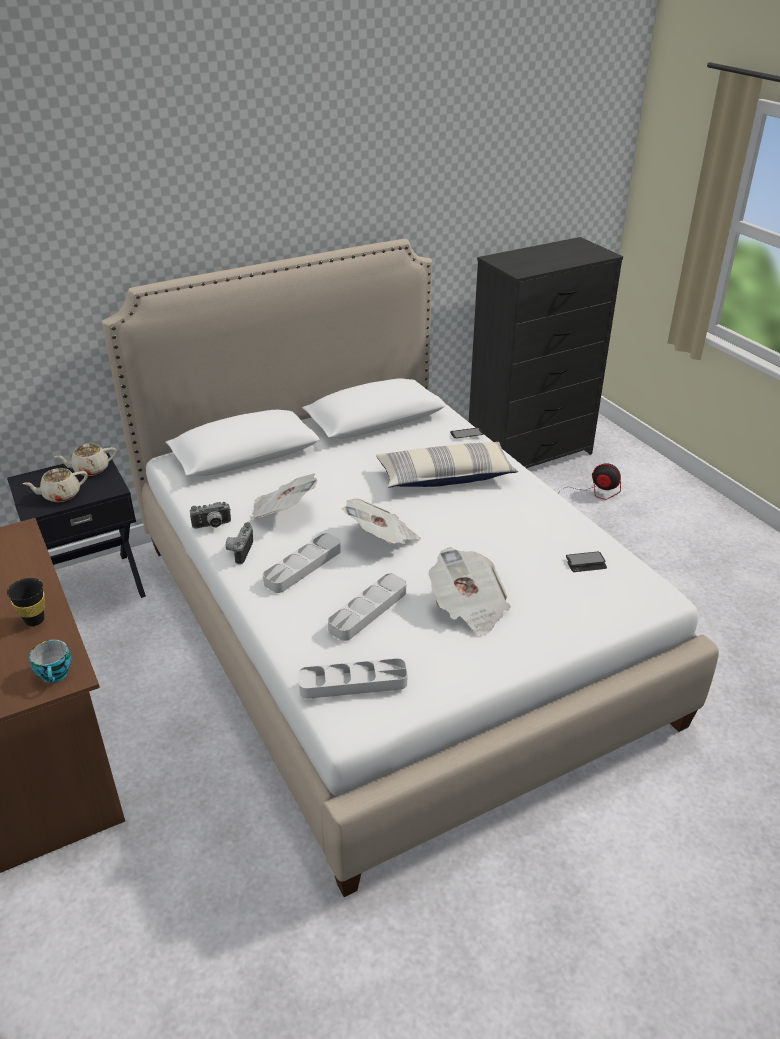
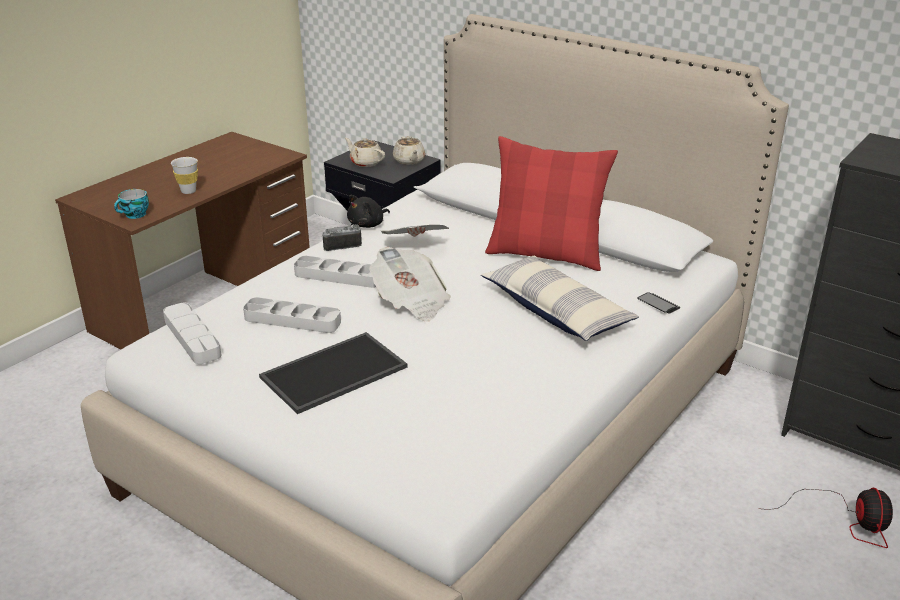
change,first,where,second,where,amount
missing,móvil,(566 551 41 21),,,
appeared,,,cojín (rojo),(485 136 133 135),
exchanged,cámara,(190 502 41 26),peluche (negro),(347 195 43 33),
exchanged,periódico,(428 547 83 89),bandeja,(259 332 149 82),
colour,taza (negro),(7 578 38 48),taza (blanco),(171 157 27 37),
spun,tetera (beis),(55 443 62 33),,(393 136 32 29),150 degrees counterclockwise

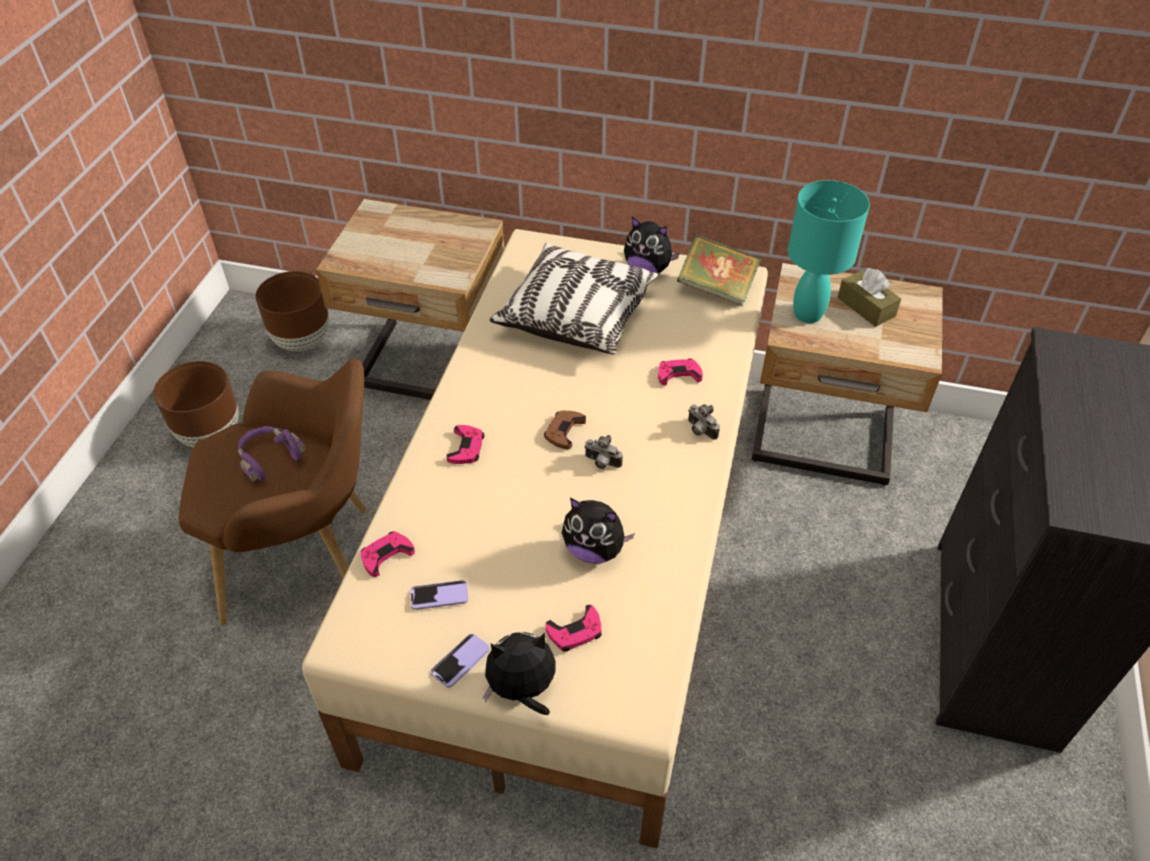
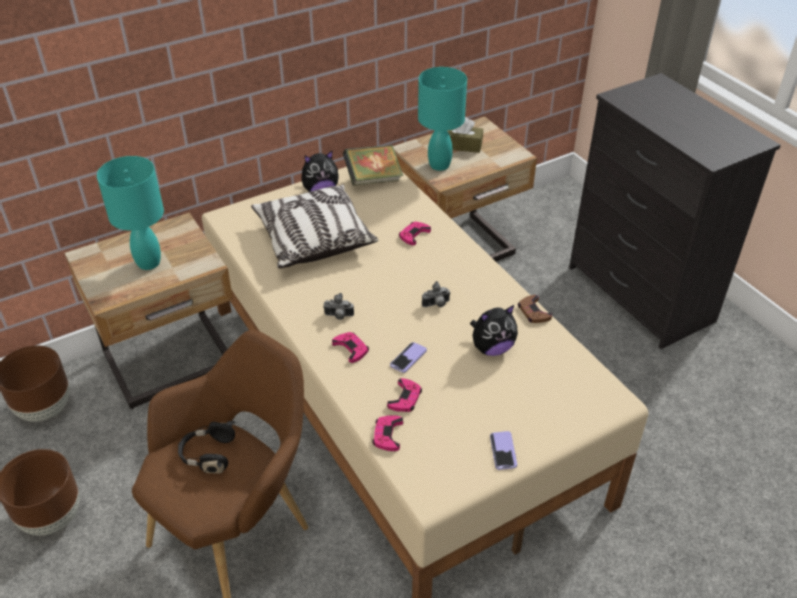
change,first,where,second,where,amount
missing,peluche,(483 632 73 83),,,
appeared,,,lámpara de mesa (turquesa),(97 156 67 114),
relocated,móvil,(410 580 58 30),,(390 342 37 31),
relocated,mando de consola (marrón),(544 410 42 39),,(518 295 34 28),
relocated,mando de consola (rosa),(546 605 56 47),,(387 378 35 34),
relocated,cámara,(688 404 32 36),,(323 293 31 27),
colour,auriculares (morado),(238 426 67 56),auriculares (negro),(178 421 57 53),

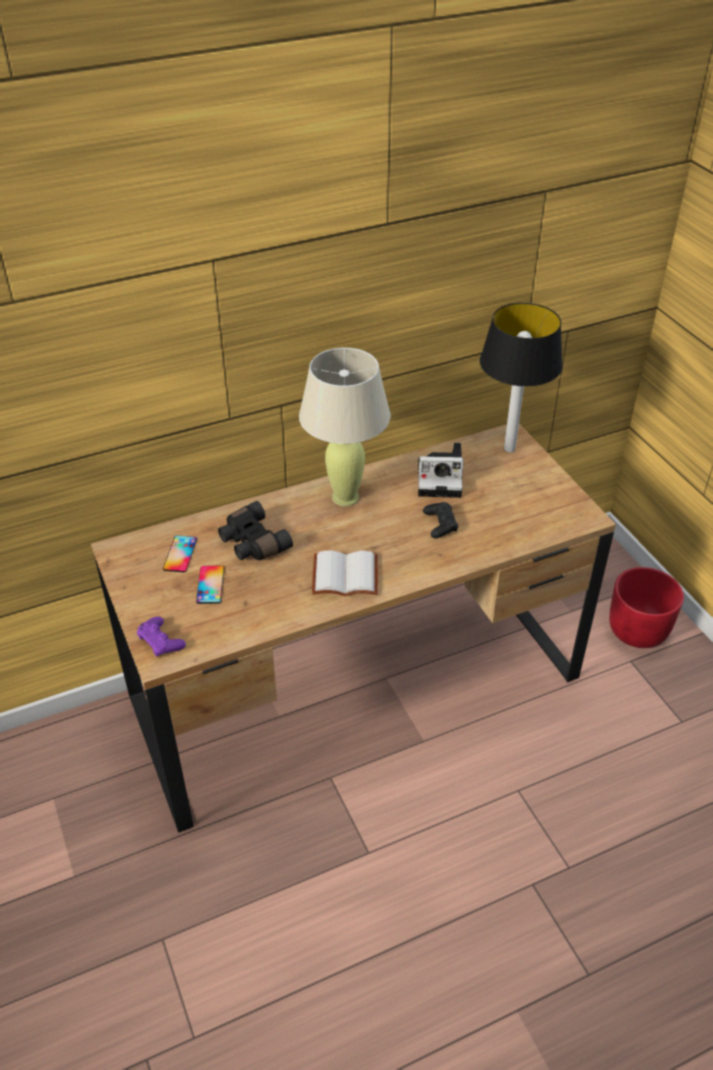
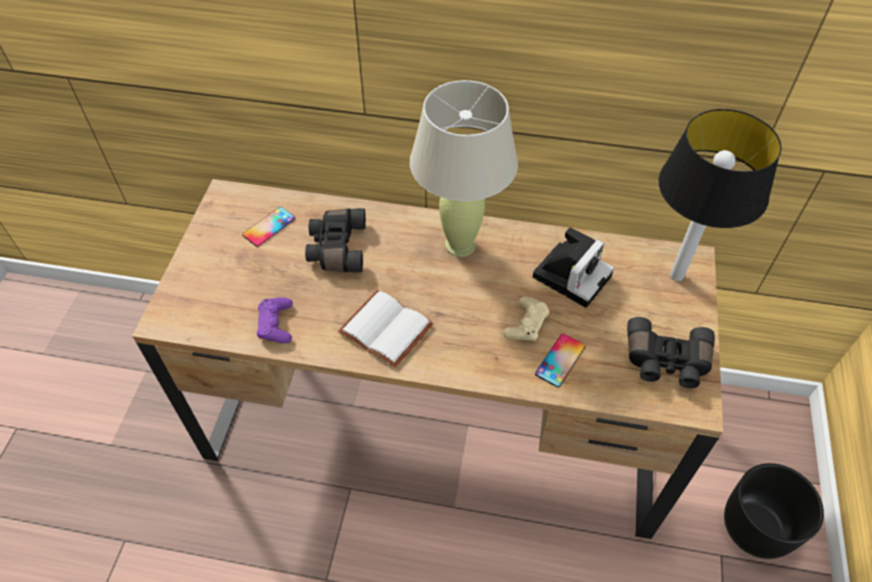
change,first,where,second,where,amount
appeared,,,prismáticos (negro),(627 317 88 71),
relocated,mando de consola (morado),(137 616 49 41),,(256 297 37 46),
relocated,móvil,(196 565 29 39),,(535 334 51 54),
colour,mando de consola (negro),(423 502 35 36),mando de consola (beis),(503 297 46 45),
colour,maceta (rojo),(609 567 75 81),maceta (negro),(724 463 100 96),
spun,cámara,(418 443 46 55),,(533 227 81 81),90 degrees counterclockwise

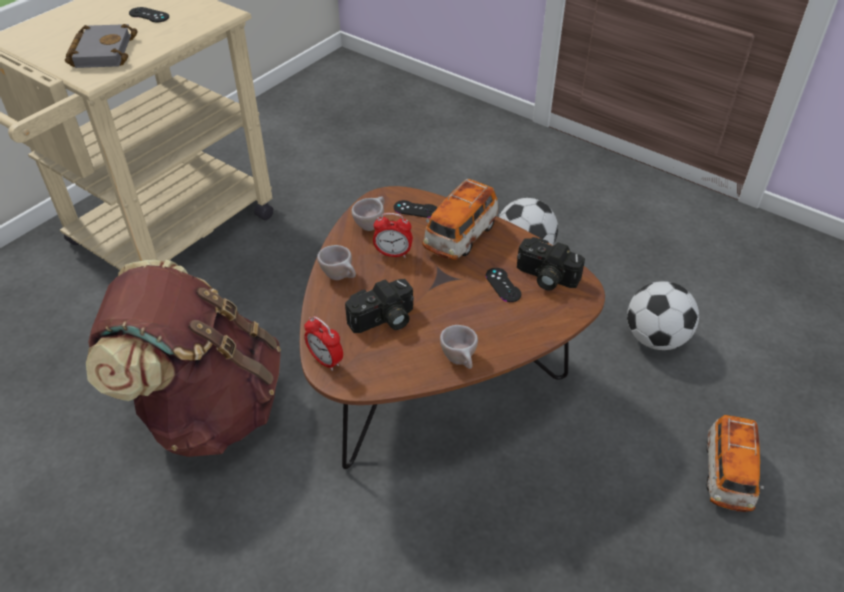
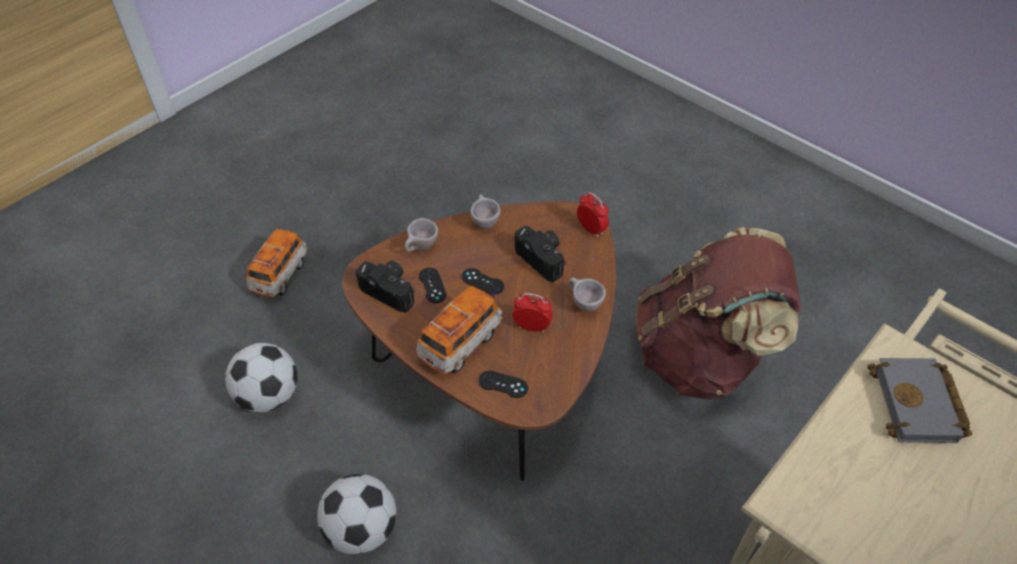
change,first,where,second,where,amount
relocated,mando de consola (negro),(129 7 40 15),,(462 268 42 27),
relocated,taza (beis),(351 196 34 35),,(404 218 34 34),
spun,cámara,(345 279 69 54),,(514 226 52 56),75 degrees clockwise

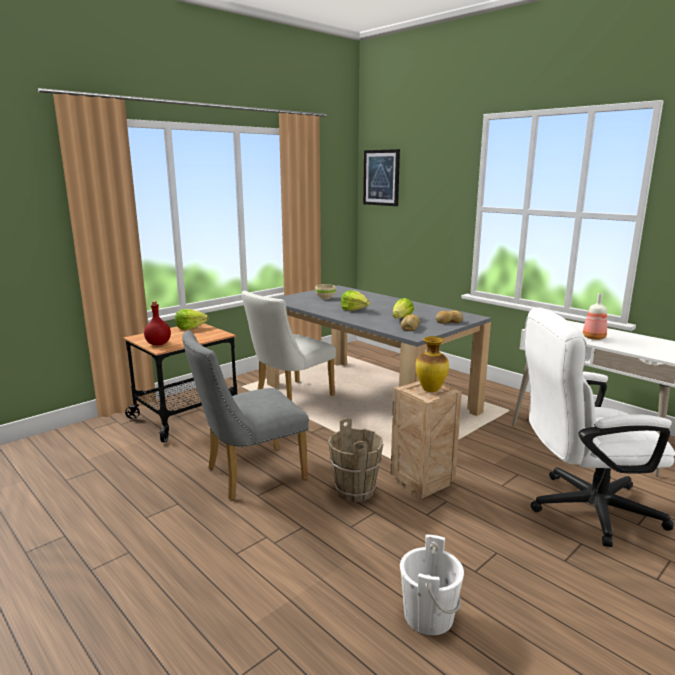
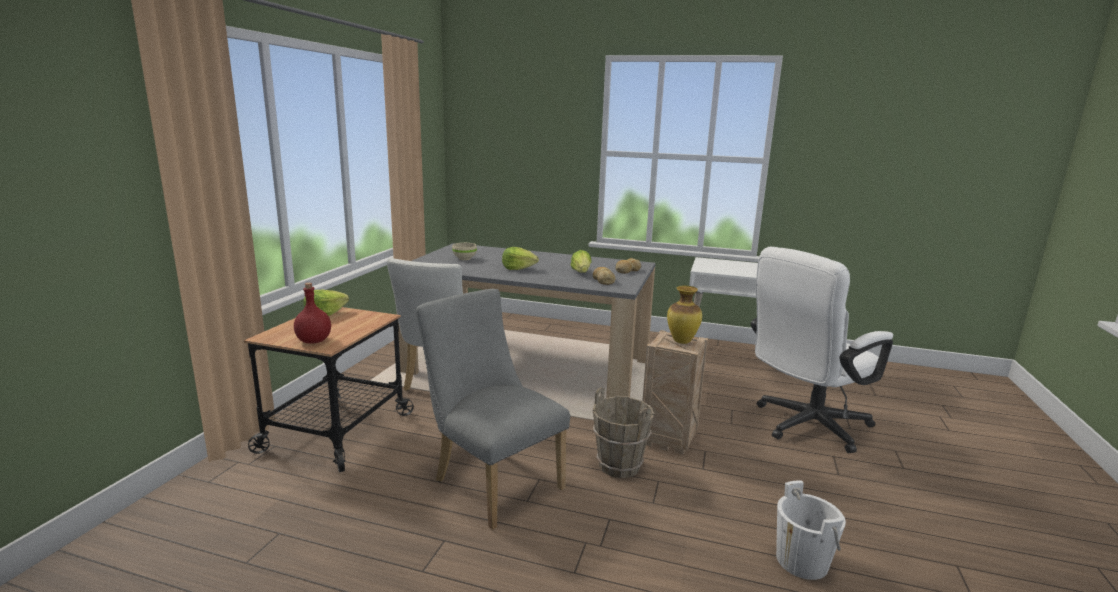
change,first,where,second,where,amount
missing,cuadro,(363 149 37 57),,,
missing,botella,(583 293 24 47),,,
spun,silla (gris),(182 330 127 170),,(416 289 154 241),105 degrees clockwise

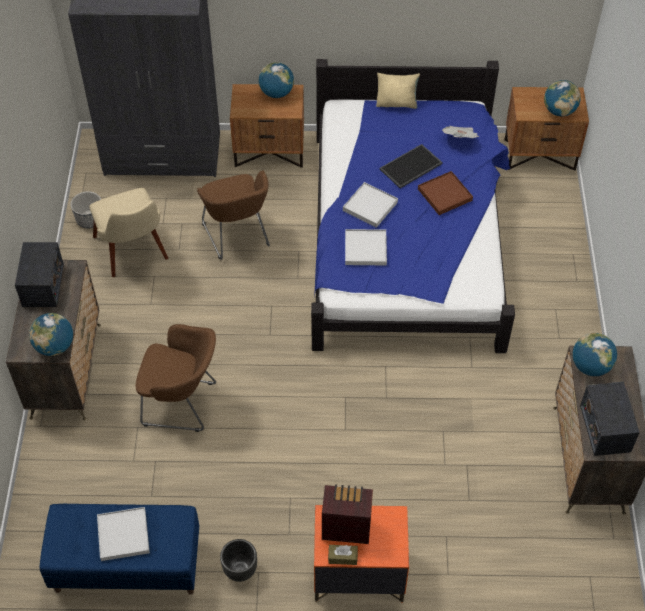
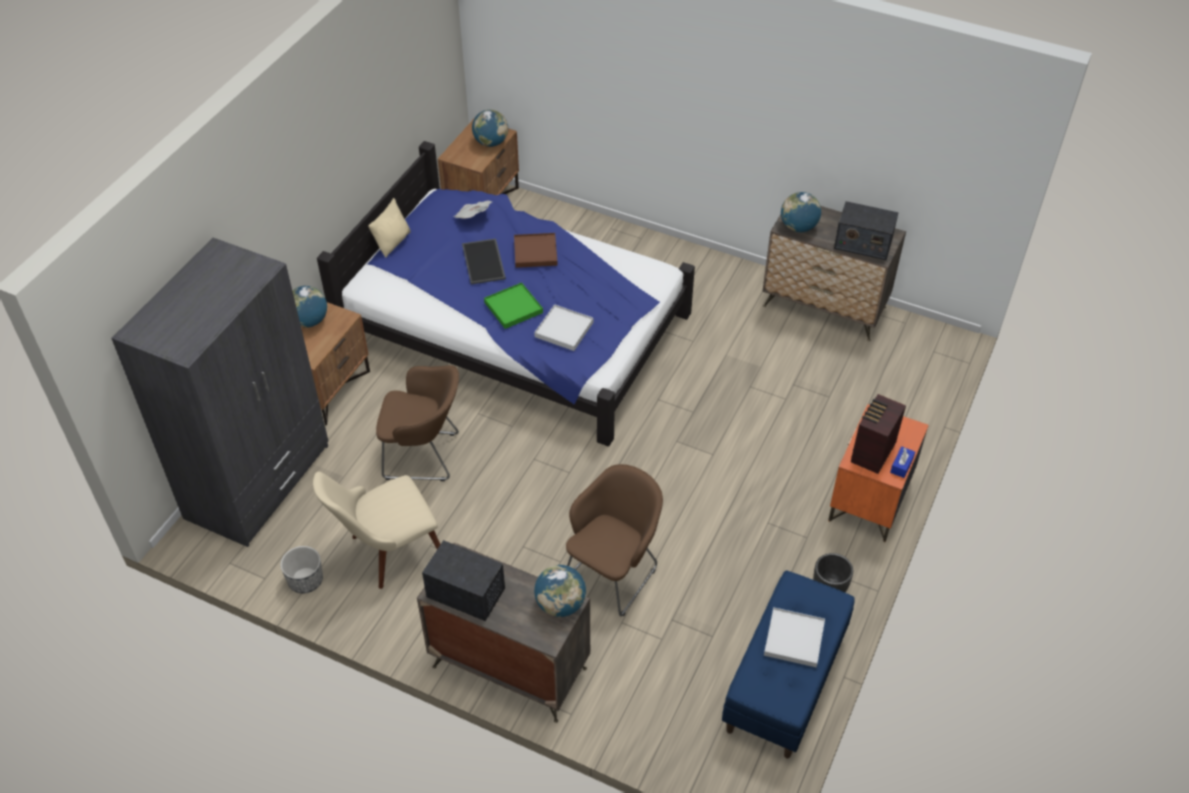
change,first,where,second,where,amount
colour,caja de pañuelos (marrón),(328 545 30 20),caja de pañuelos (azul),(890 446 25 32),
colour,bandeja (blanco),(343 182 55 46),bandeja (verde),(484 282 59 47),
spun,silla (beis),(89 188 79 89),,(313 471 127 118),150 degrees clockwise

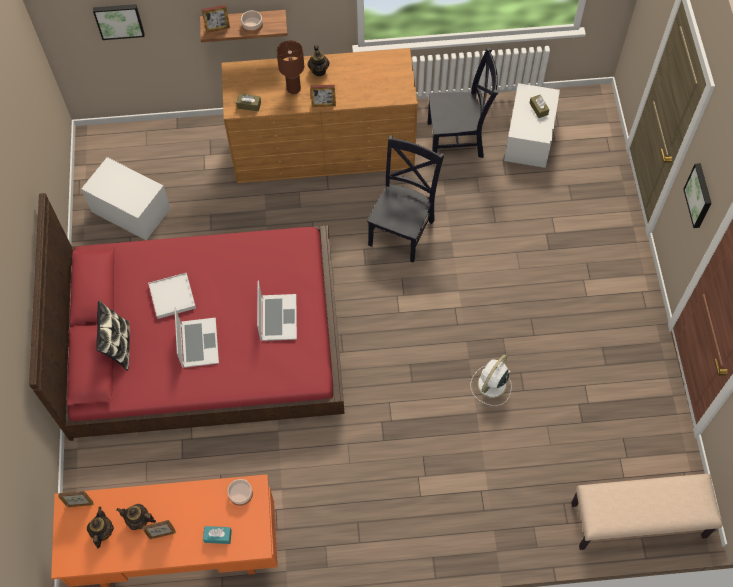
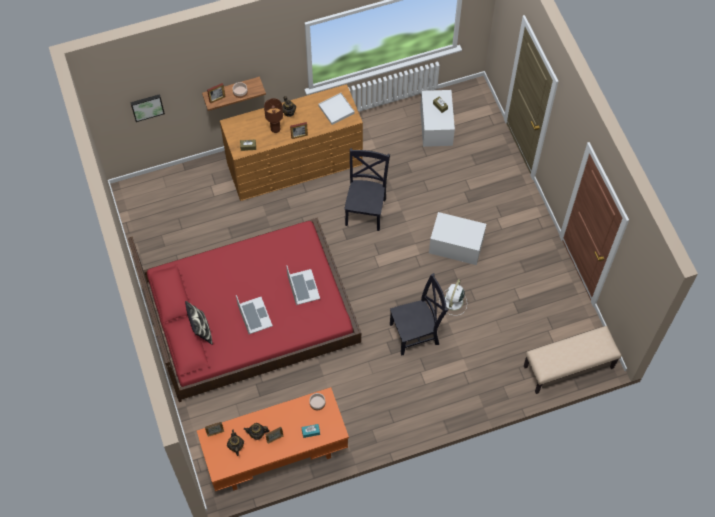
change,first,where,second,where,amount
missing,cuadro,(683 163 28 65),,,
relocated,caja de almacenaje (blanco),(81 157 90 83),,(429 212 57 53),
relocated,bandeja (blanco),(148 273 48 46),,(318 93 37 32),
relocated,silla (negro),(428 47 71 111),,(390 273 58 83),

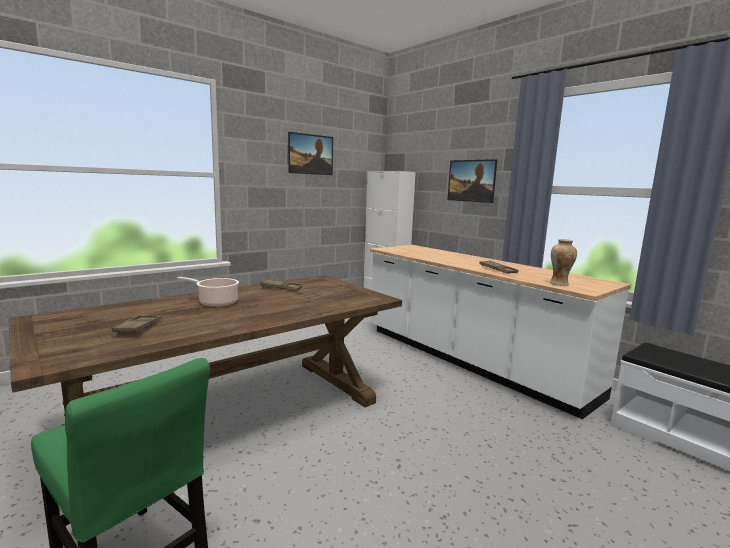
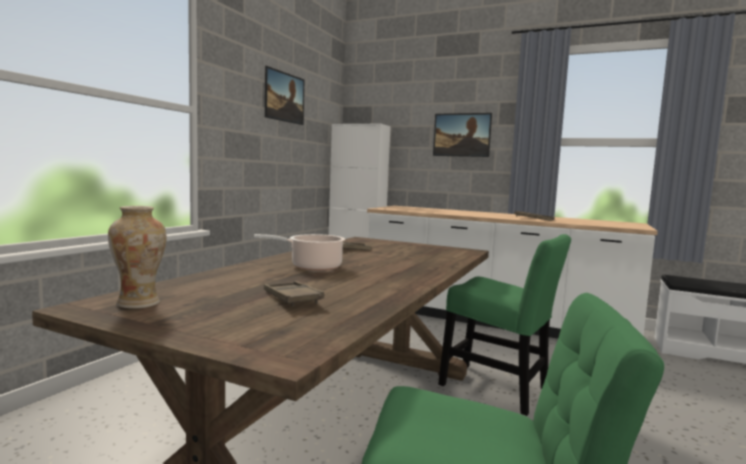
change,first,where,second,where,amount
appeared,,,silla (verde),(438 234 133 182),
relocated,florero,(549 239 28 47),,(108 206 58 103),

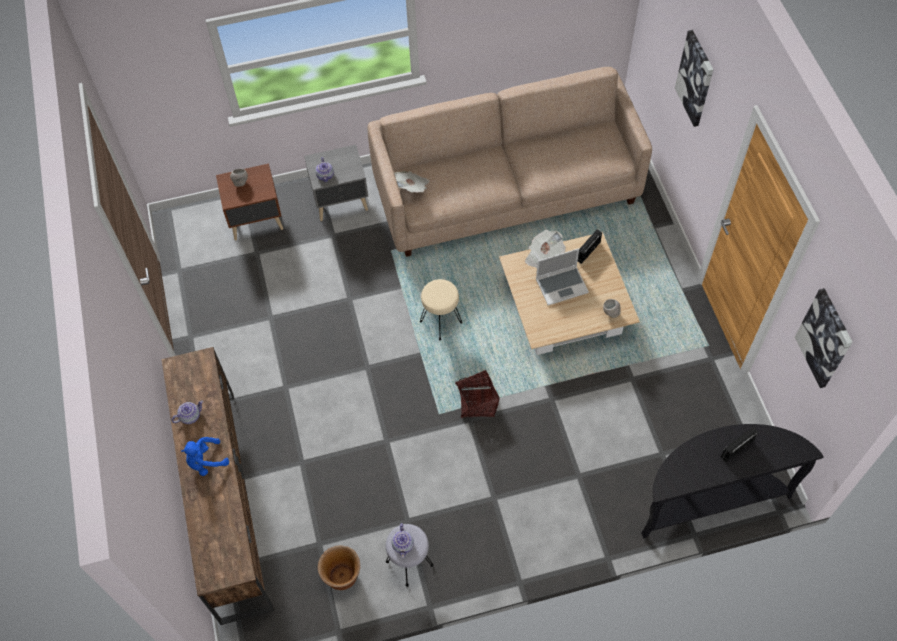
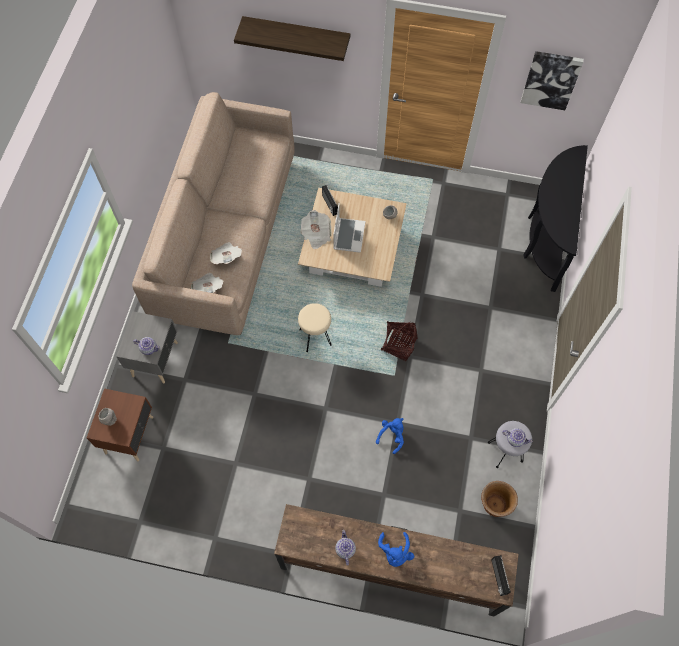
change,first,where,second,where,amount
appeared,,,periódico,(210 242 32 22),
appeared,,,peluche (azul),(376 418 28 36),
relocated,radio,(721 427 37 35),,(491 555 20 41),
exchanged,cuadro,(675 30 39 97),estante,(234 16 116 45),

